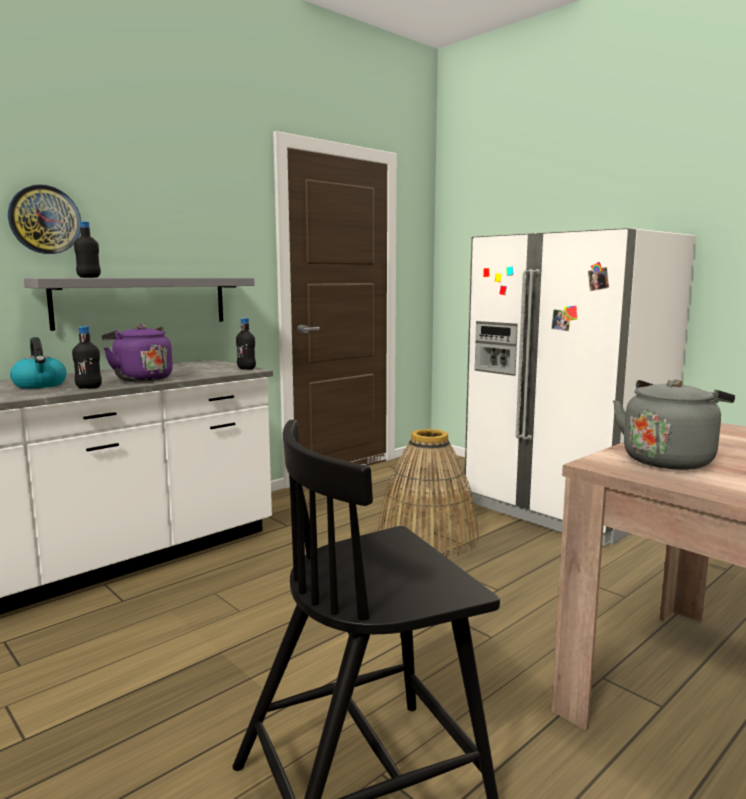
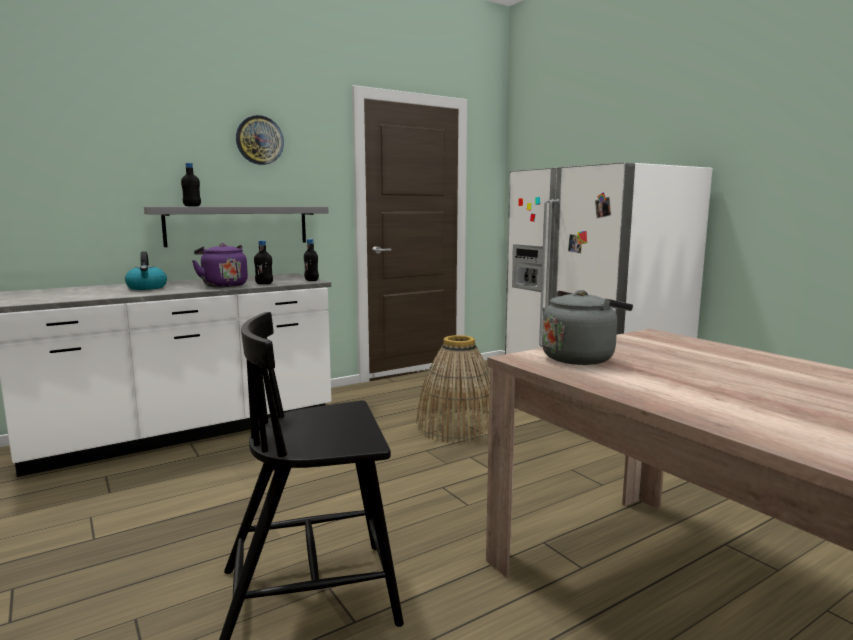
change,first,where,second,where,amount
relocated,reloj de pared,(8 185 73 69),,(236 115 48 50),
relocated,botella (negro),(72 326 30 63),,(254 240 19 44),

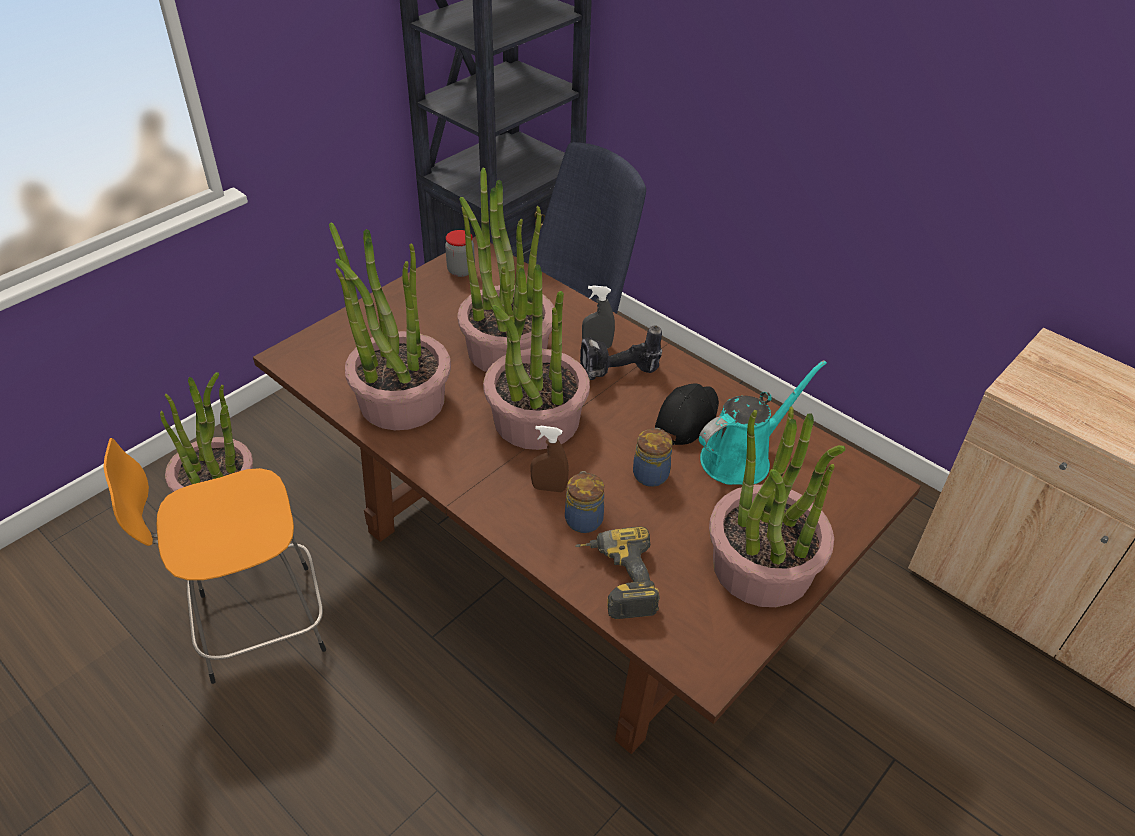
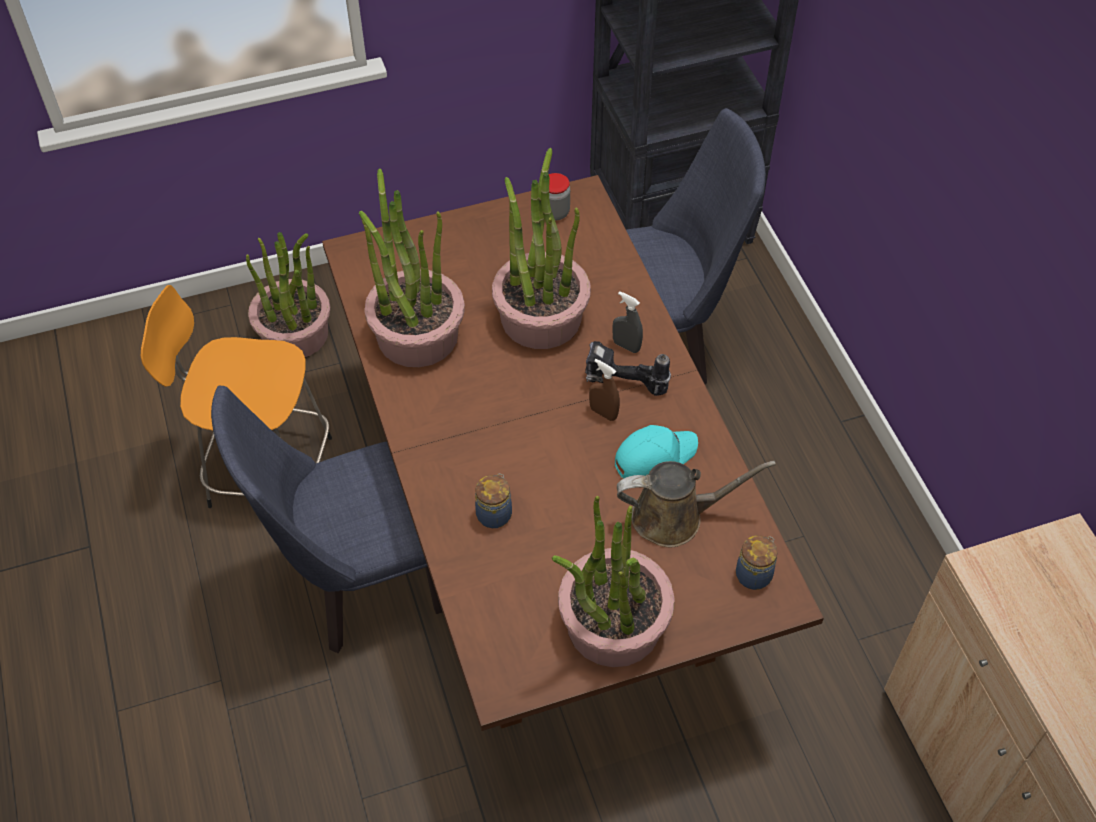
change,first,where,second,where,amount
missing,planta en maceta,(483 264 107 186),,,
missing,taladro,(576 527 84 92),,,
appeared,,,silla (azul),(211 385 231 268),
relocated,pulverizador (marrón),(530 425 39 67),,(589 359 31 62),
relocated,tarro,(633 428 39 59),,(736 535 42 55),
colour,gorra (negro),(655 383 64 62),gorra (turquesa),(615 425 83 53),
colour,regadera (turquesa),(699 360 128 125),regadera (marrón),(617 461 159 86),

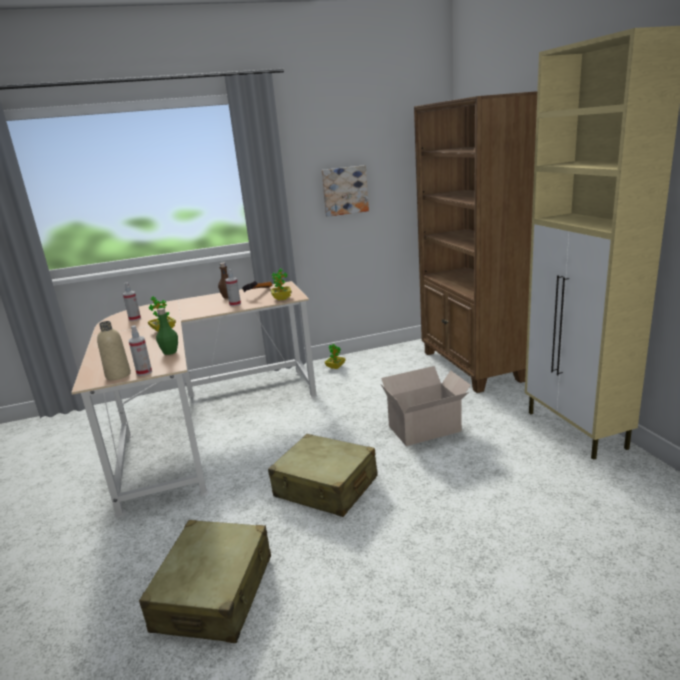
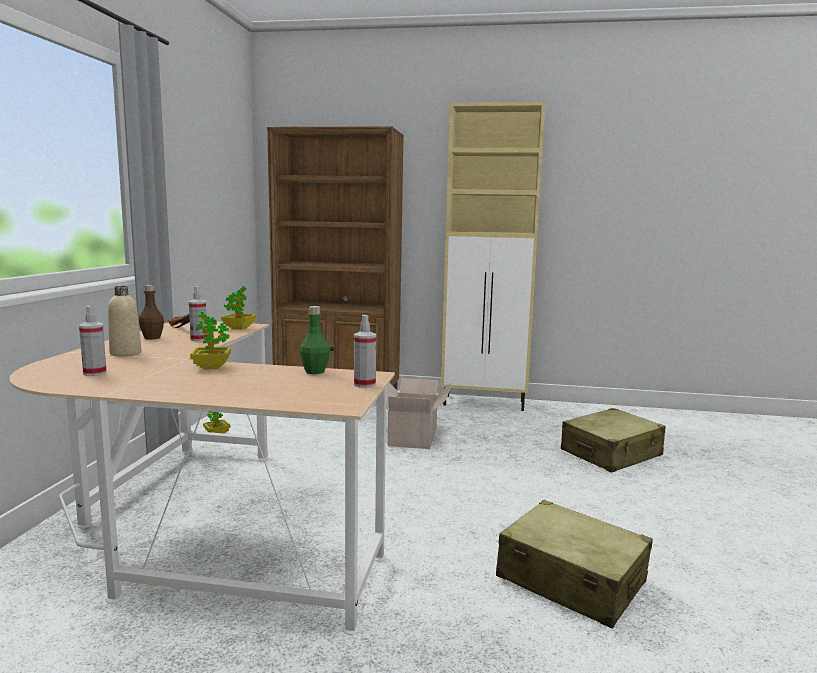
change,first,where,second,where,amount
missing,cuadro,(321 165 48 52),,,
relocated,botella (beis),(97 321 34 59),,(108 286 33 70),
relocated,maleta (beis),(268 434 110 83),,(561 408 105 65),

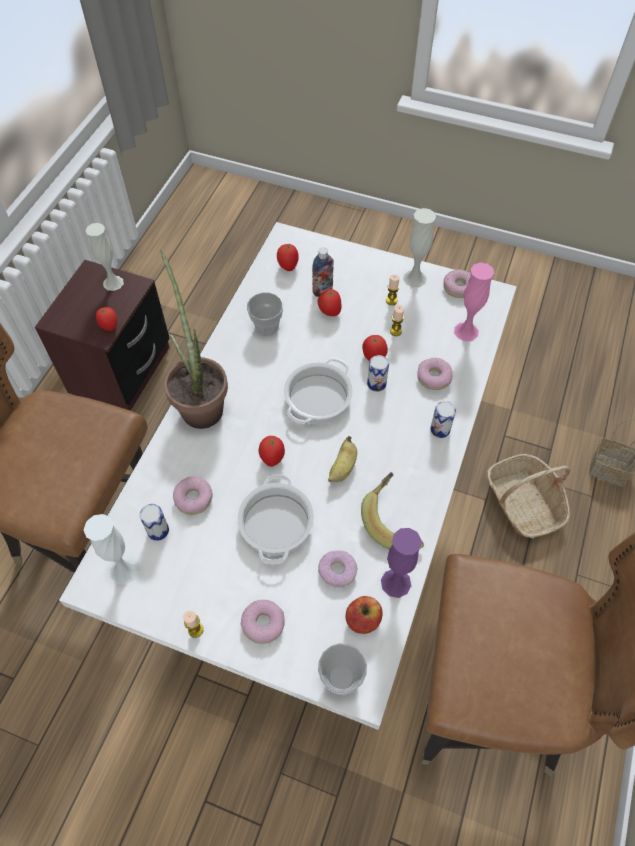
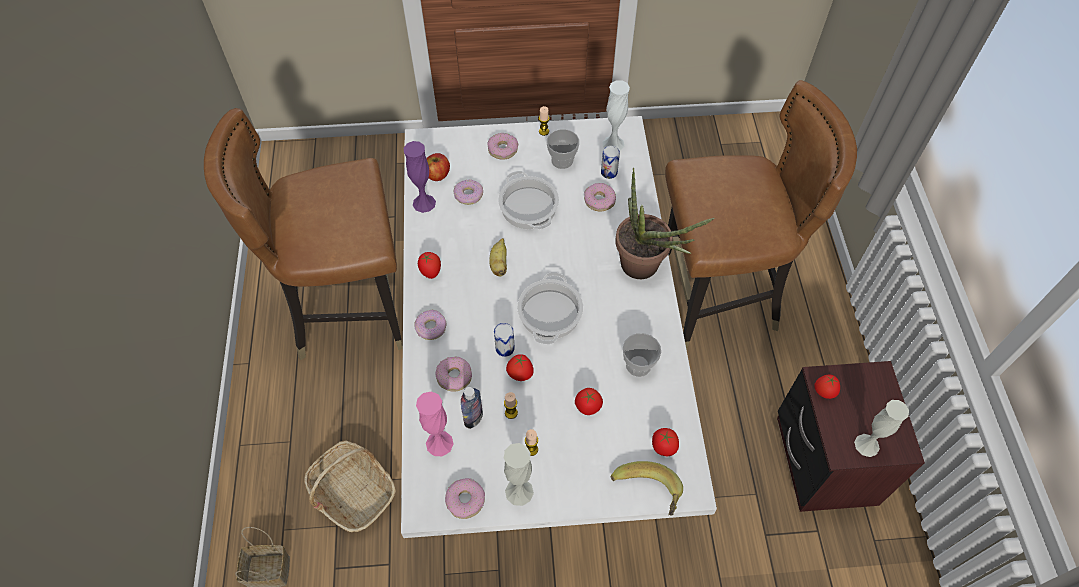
change,first,where,second,where,amount
relocated,tomate,(258 436 27 31),,(418 252 23 27),
relocated,botella,(312 248 22 49),,(461 387 22 42),
relocated,taza,(318 643 49 52),,(547 129 32 40),
relocated,plátano,(361 472 63 77),,(611 461 72 54),
exchanged,lata,(430 401 26 37),rosquilla,(414 310 33 30),

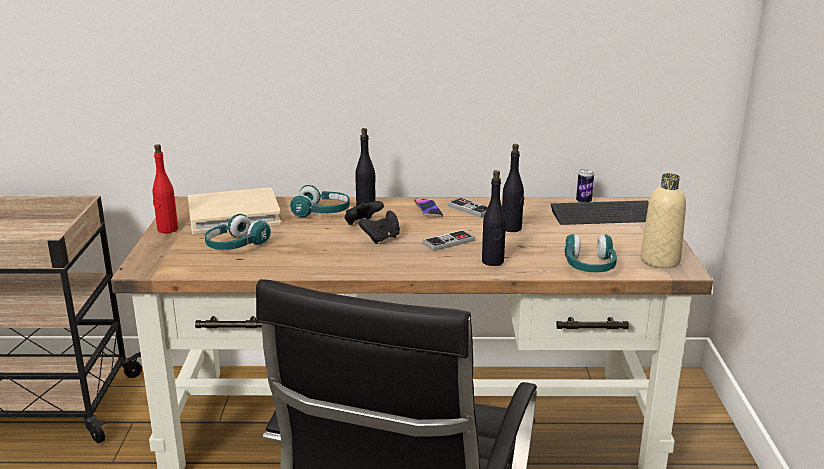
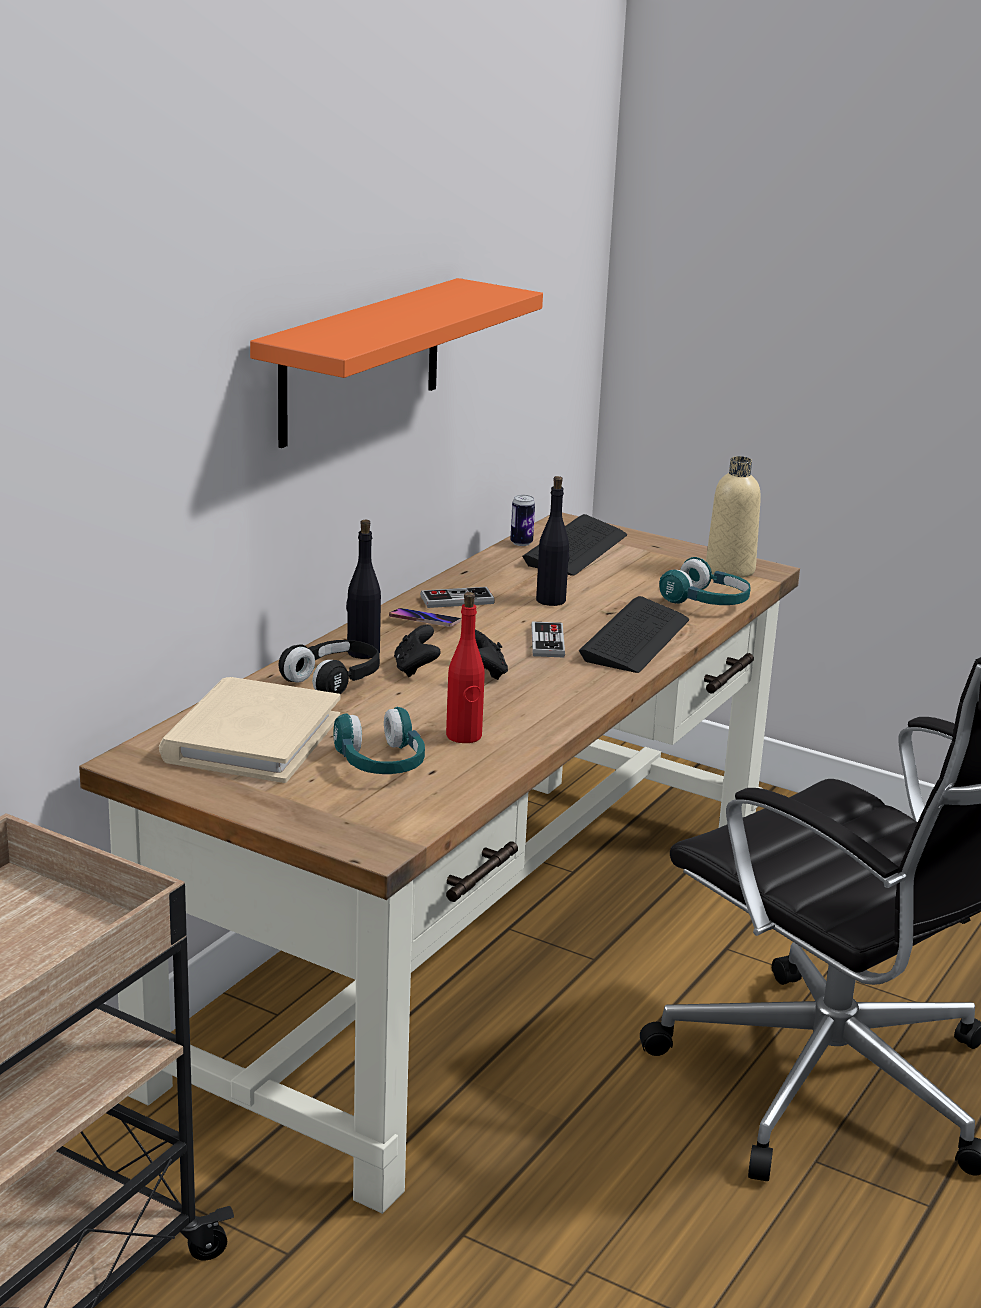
change,first,where,second,where,amount
appeared,,,estante (naranja),(250 278 293 170),
relocated,botella (rojo),(153 144 25 89),,(446 592 39 151),
exchanged,botella (negro),(482 170 24 96),teclado,(579 596 110 77),
colour,auriculares (turquesa),(290 185 60 32),auriculares (negro),(278 640 102 54),

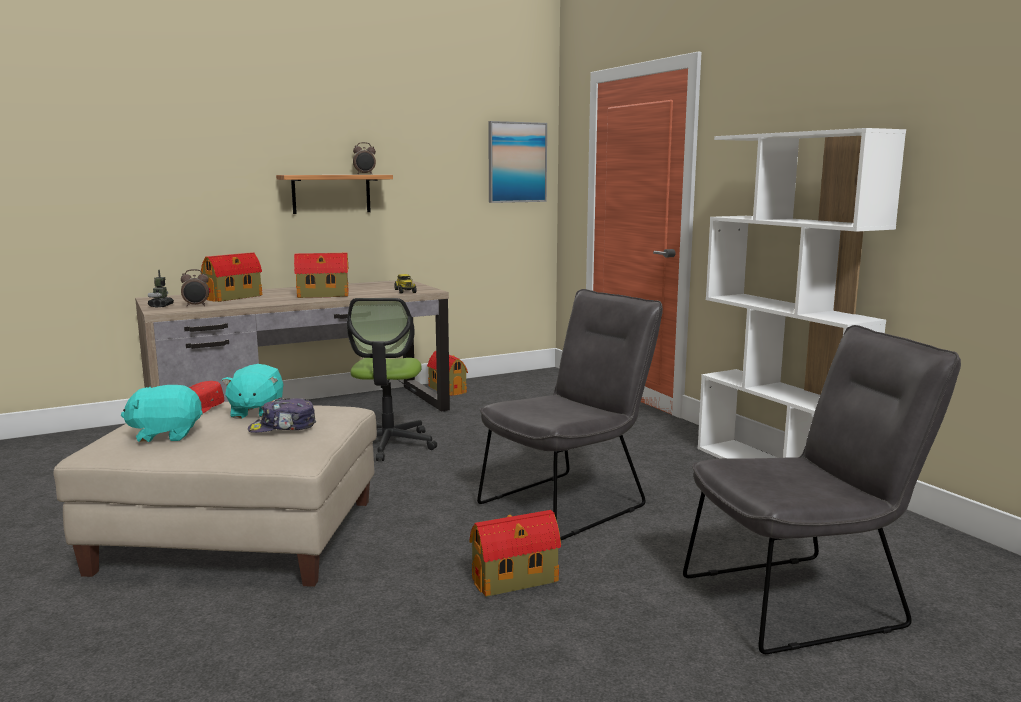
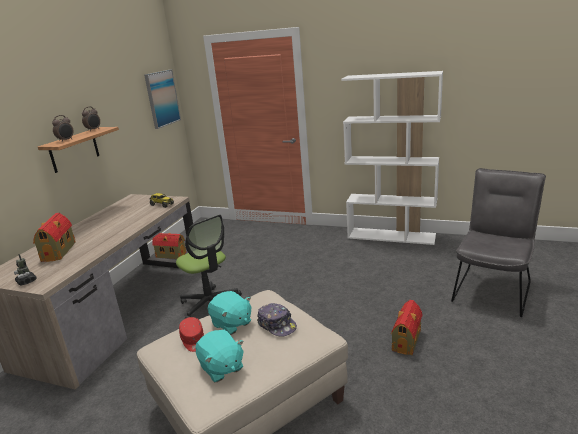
change,first,where,second,where,amount
missing,casita,(294 253 55 45),,,
missing,silla (gris),(477 289 186 251),,,
relocated,despertador,(181 269 28 38),,(52 115 22 27),
spun,peluche (turquesa),(121 385 82 57),,(196 330 48 53),75 degrees counterclockwise
spun,gorra,(248 398 68 35),,(257 303 40 33),75 degrees counterclockwise

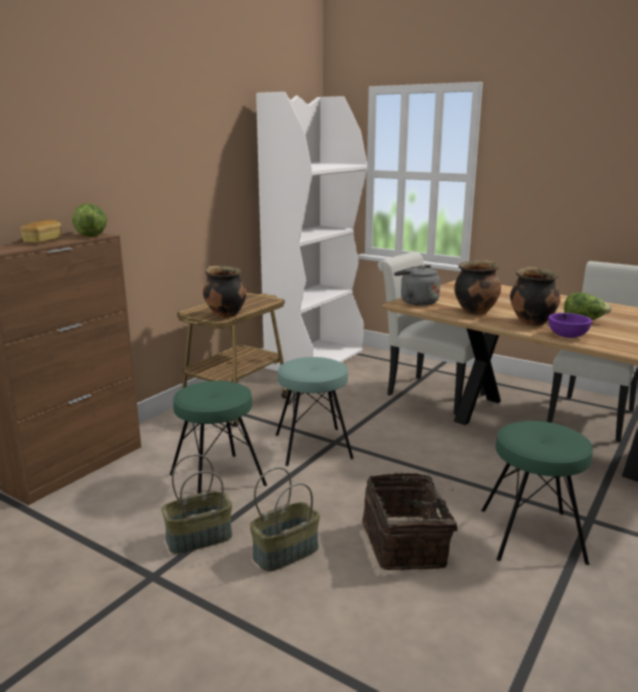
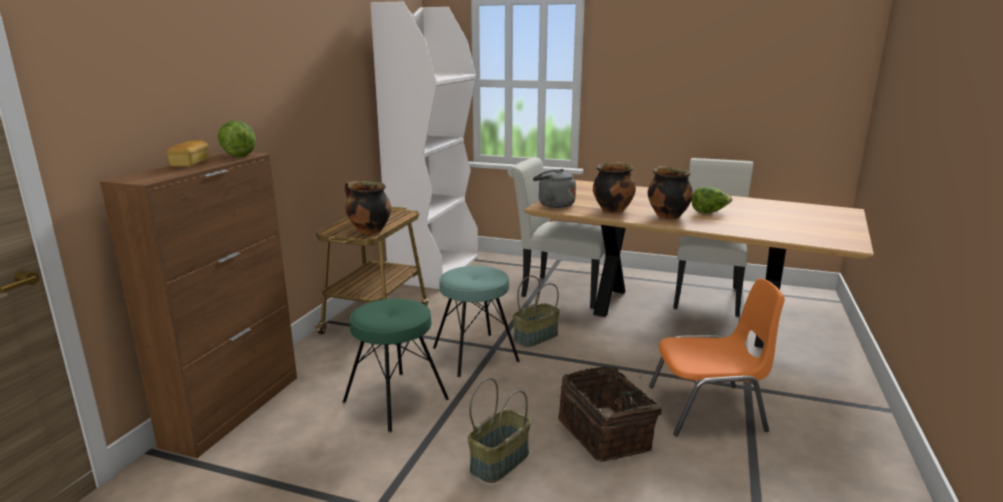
change,first,where,second,where,amount
missing,cuenco (morado),(548 313 44 25),,,
relocated,cesta,(161 454 71 100),,(513 276 47 71),
exchanged,taburete (verde),(481 421 112 144),silla (naranja),(649 278 136 158),

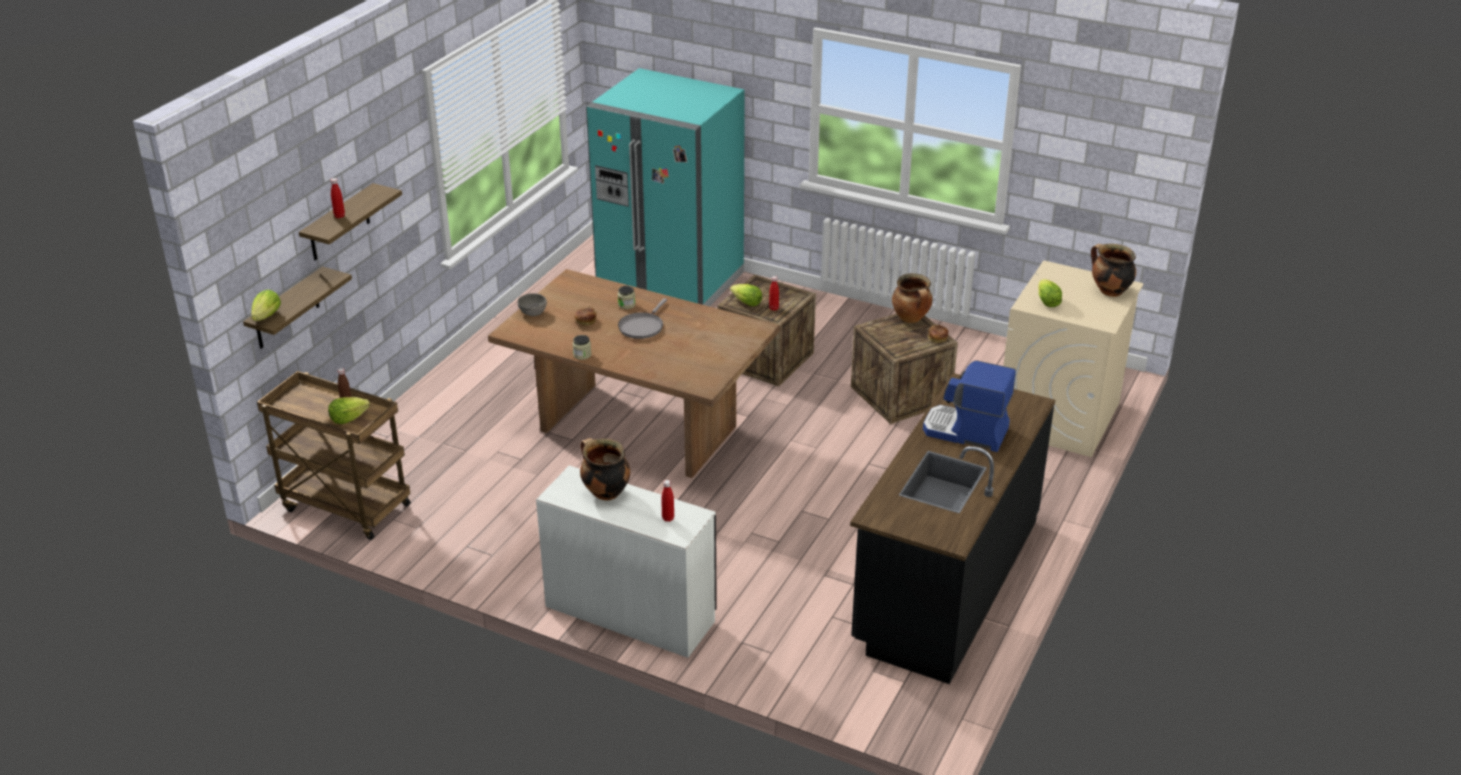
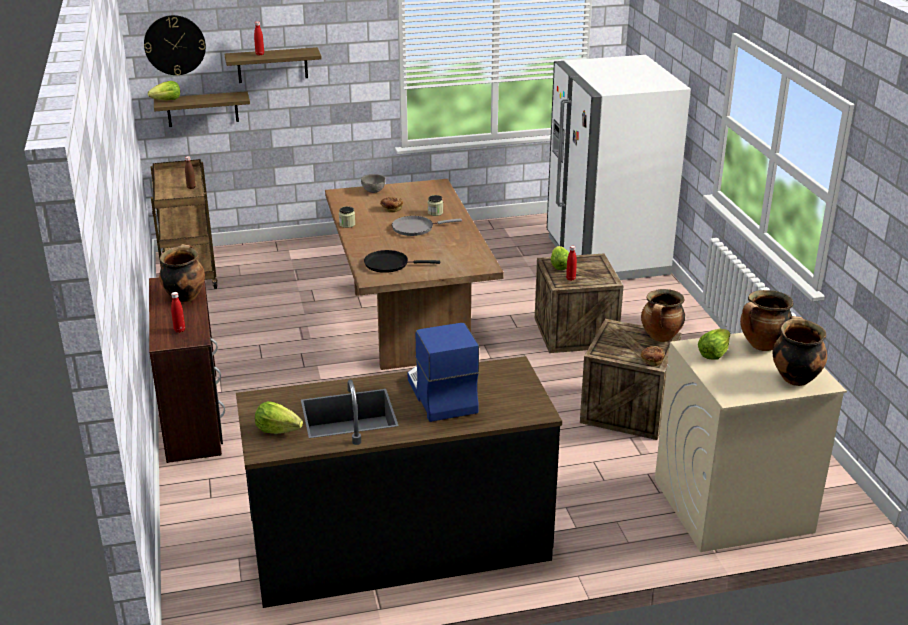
change,first,where,second,where,amount
appeared,,,reloj de pared,(144 15 62 60),
appeared,,,sartén (negro),(364 250 76 23),
appeared,,,olla,(740 290 54 61),
relocated,lechuga,(328 397 42 27),,(255 401 48 33),
colour,escritorio (blanco),(536 465 181 193),escritorio (marrón),(149 277 76 186),
colour,nevera (turquesa),(586 68 159 239),nevera (blanco),(547 55 144 225),

